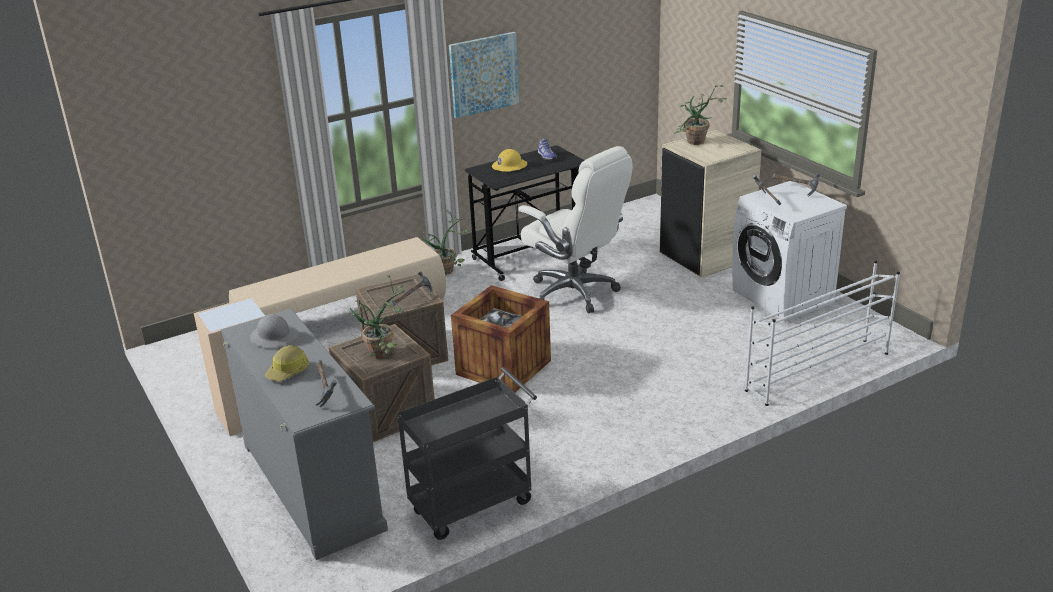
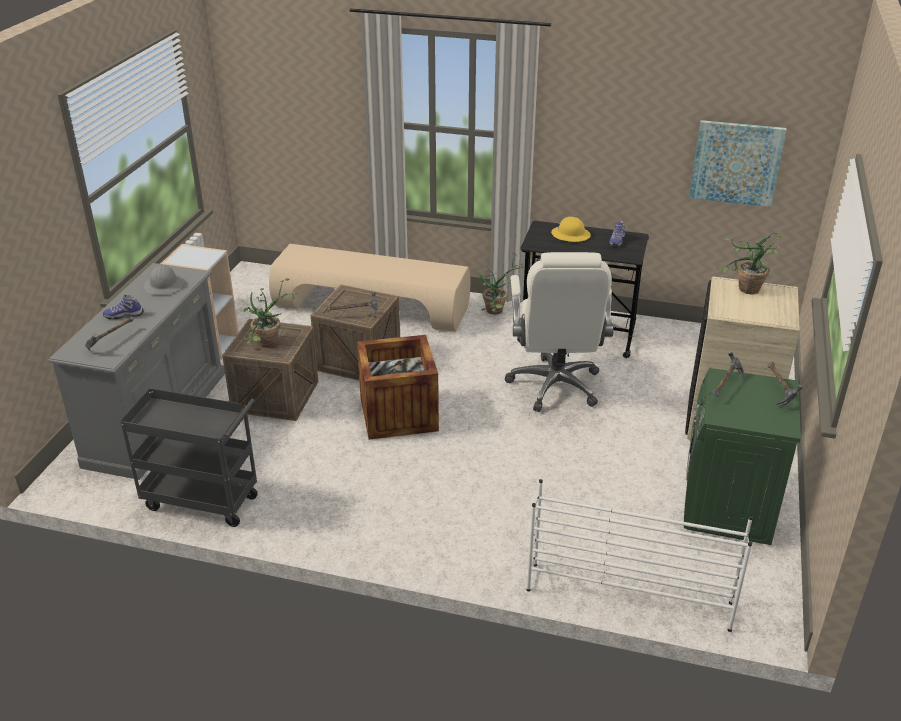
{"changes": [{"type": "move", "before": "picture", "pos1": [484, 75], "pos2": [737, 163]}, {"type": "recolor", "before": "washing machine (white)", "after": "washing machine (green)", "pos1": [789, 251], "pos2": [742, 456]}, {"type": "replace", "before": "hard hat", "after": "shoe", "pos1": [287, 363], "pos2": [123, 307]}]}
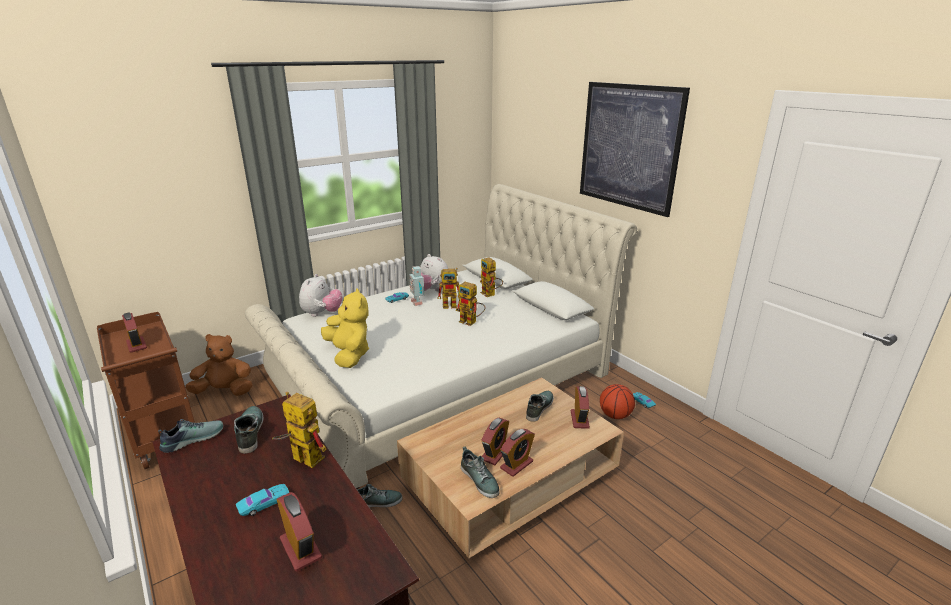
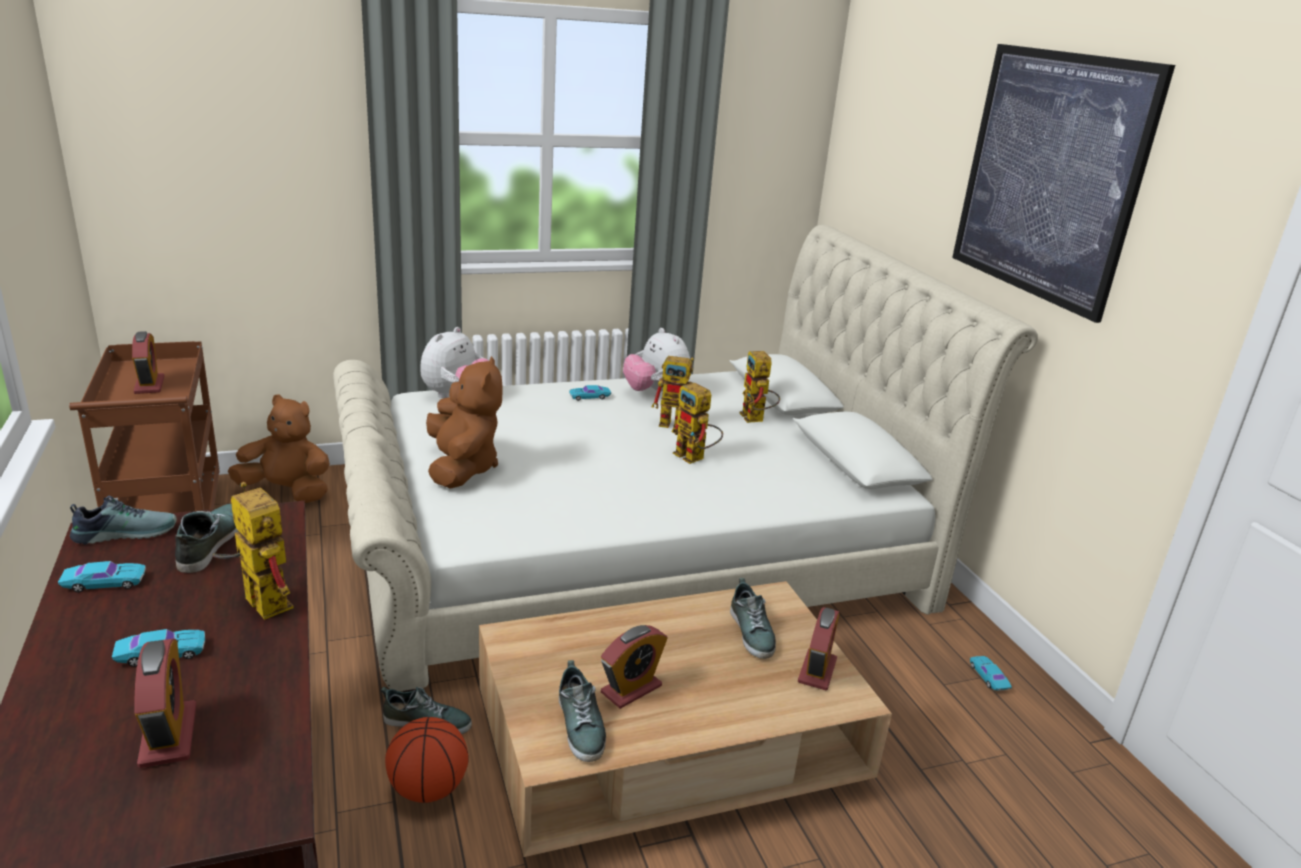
{"changes": [{"type": "delete", "before": "toy robot", "pos1": [417, 286]}, {"type": "recolor", "before": "plush toy (yellow)", "after": "plush toy (brown)", "pos1": [345, 328], "pos2": [464, 422]}, {"type": "move", "before": "basketball", "pos1": [617, 401], "pos2": [427, 760]}, {"type": "rotate", "before": "shoe", "pos1": [540, 406], "pos2": [753, 618], "turn": 120}, {"type": "delete", "before": "alarm clock", "pos1": [517, 453]}, {"type": "insert", "after": "toy car (turquoise)", "pos2": [102, 576]}]}
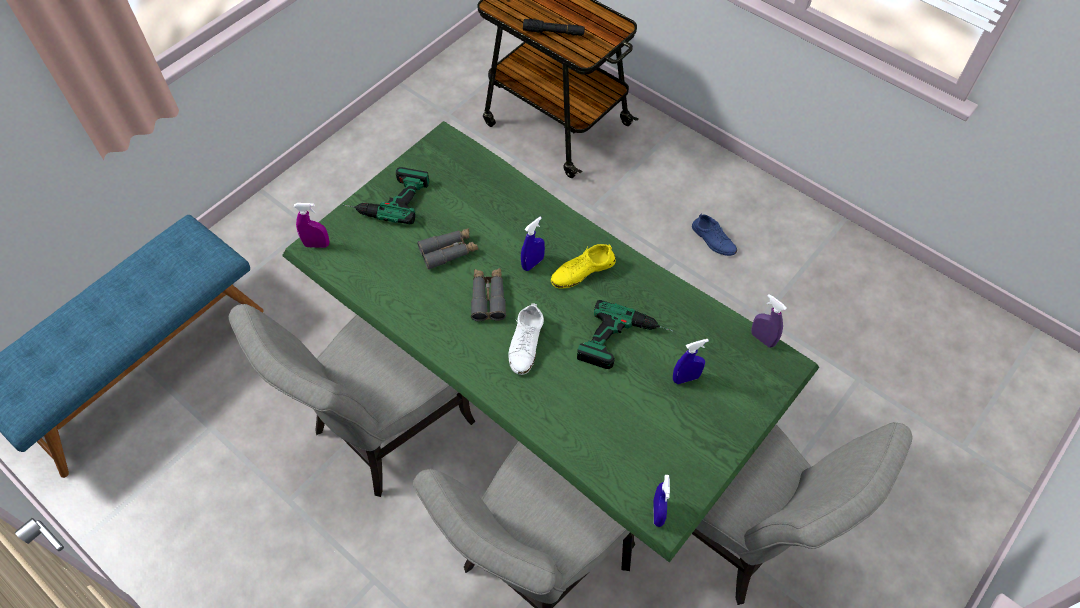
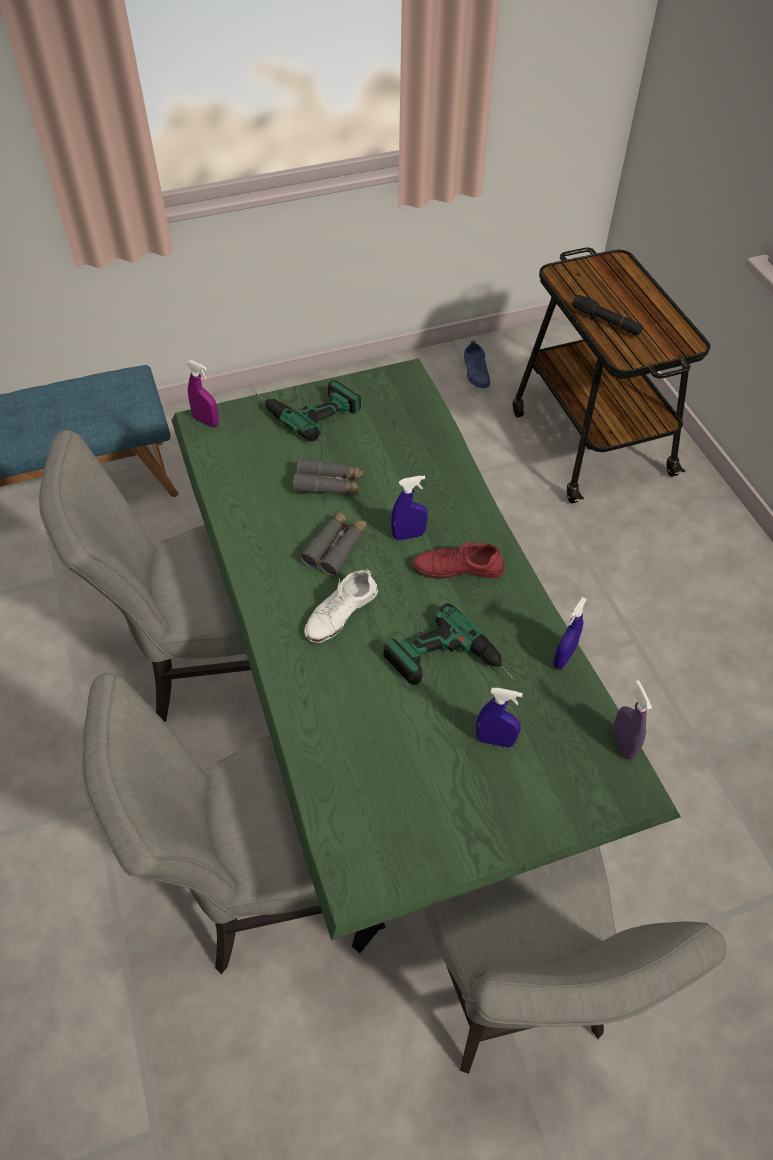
{"changes": [{"type": "move", "before": "shoe (blue)", "pos1": [714, 234], "pos2": [477, 364]}, {"type": "recolor", "before": "shoe (yellow)", "after": "shoe (red)", "pos1": [583, 266], "pos2": [458, 559]}, {"type": "move", "before": "spray bottle (blue)", "pos1": [661, 501], "pos2": [570, 633]}]}
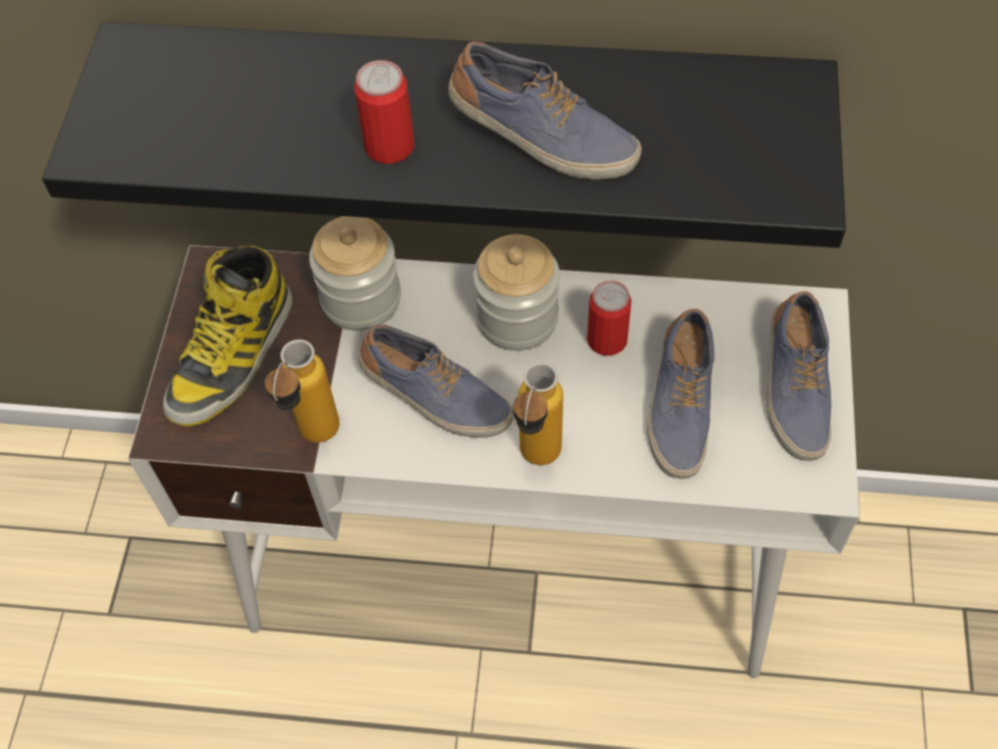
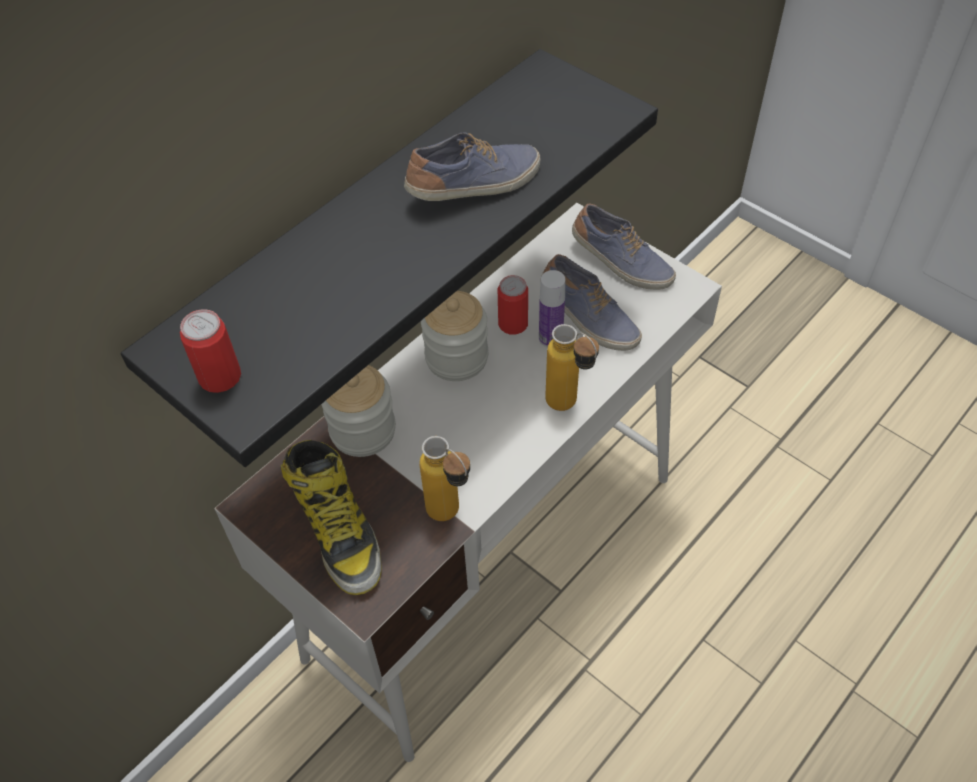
{"changes": [{"type": "move", "before": "can", "pos1": [384, 112], "pos2": [210, 351]}, {"type": "delete", "before": "shoe", "pos1": [436, 381]}, {"type": "insert", "after": "bottle", "pos2": [552, 308]}]}
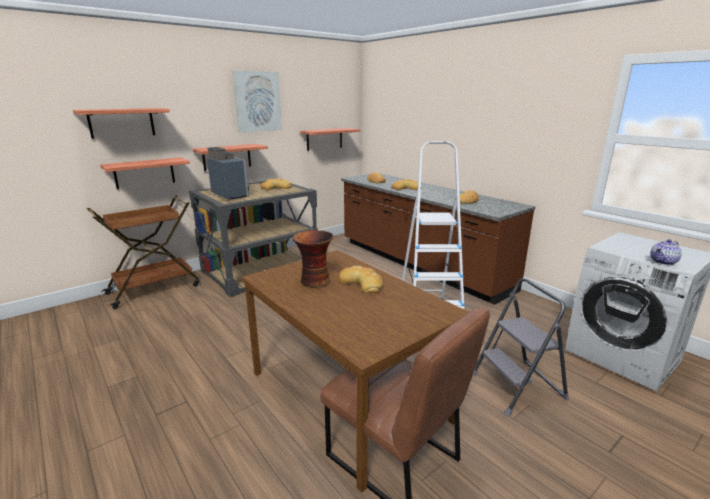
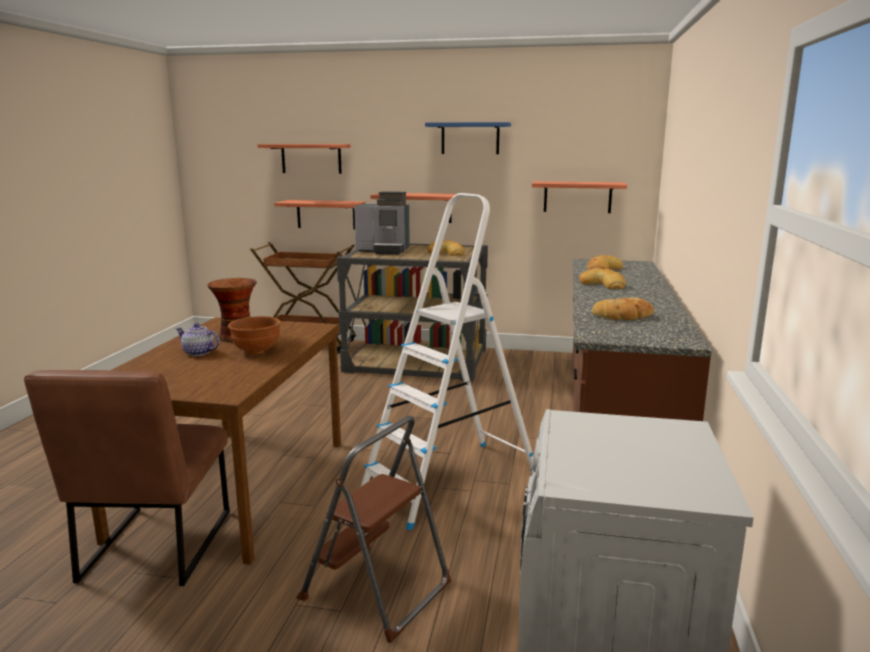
{"changes": [{"type": "replace", "before": "picture", "after": "shelf (blue)", "pos1": [257, 101], "pos2": [468, 138]}, {"type": "rotate", "before": "coffee machine", "pos1": [228, 173], "pos2": [382, 223], "turn": 90}, {"type": "move", "before": "teapot", "pos1": [666, 252], "pos2": [197, 339]}, {"type": "replace", "before": "bread", "after": "bowl (brown)", "pos1": [361, 279], "pos2": [254, 335]}, {"type": "recolor", "before": "step ladder (grey)", "after": "step ladder (brown)", "pos1": [520, 347], "pos2": [373, 529]}]}
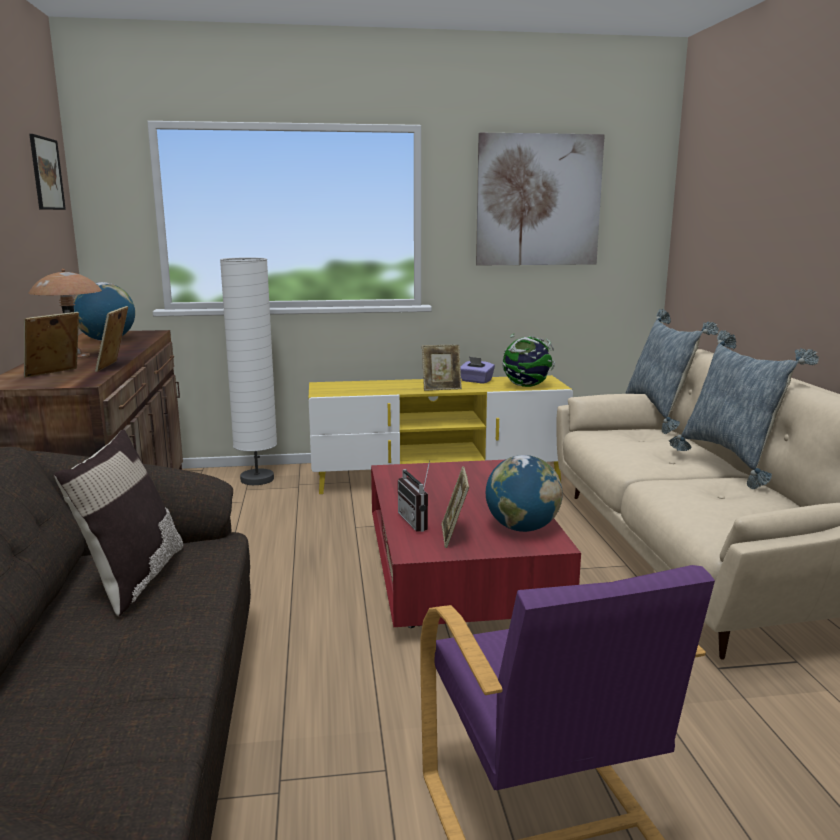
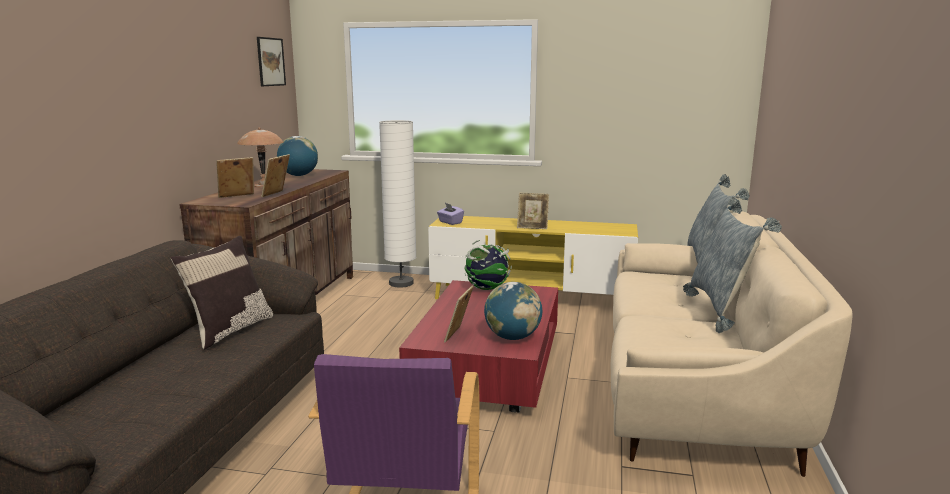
{"changes": [{"type": "delete", "before": "picture", "pos1": [540, 199]}, {"type": "move", "before": "globe", "pos1": [528, 360], "pos2": [488, 265]}, {"type": "move", "before": "tissue box (purple)", "pos1": [477, 370], "pos2": [450, 214]}, {"type": "delete", "before": "radio", "pos1": [414, 496]}]}
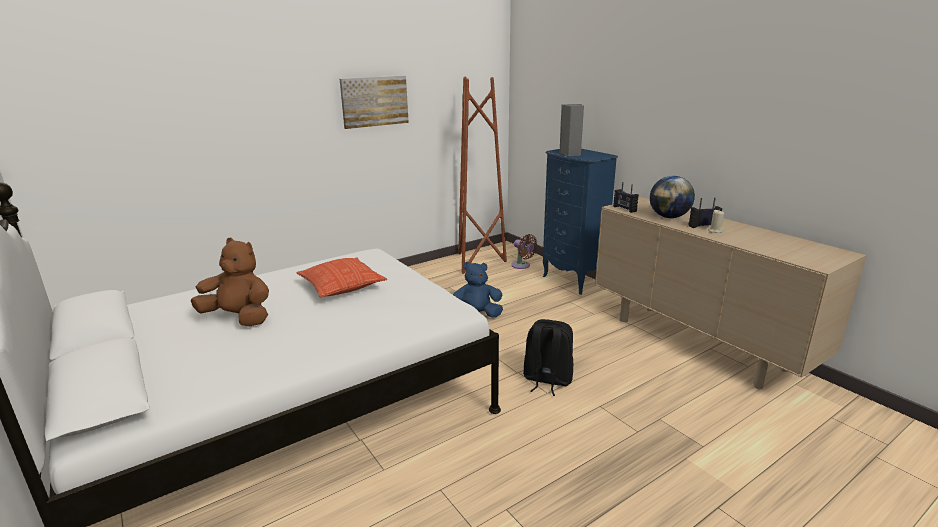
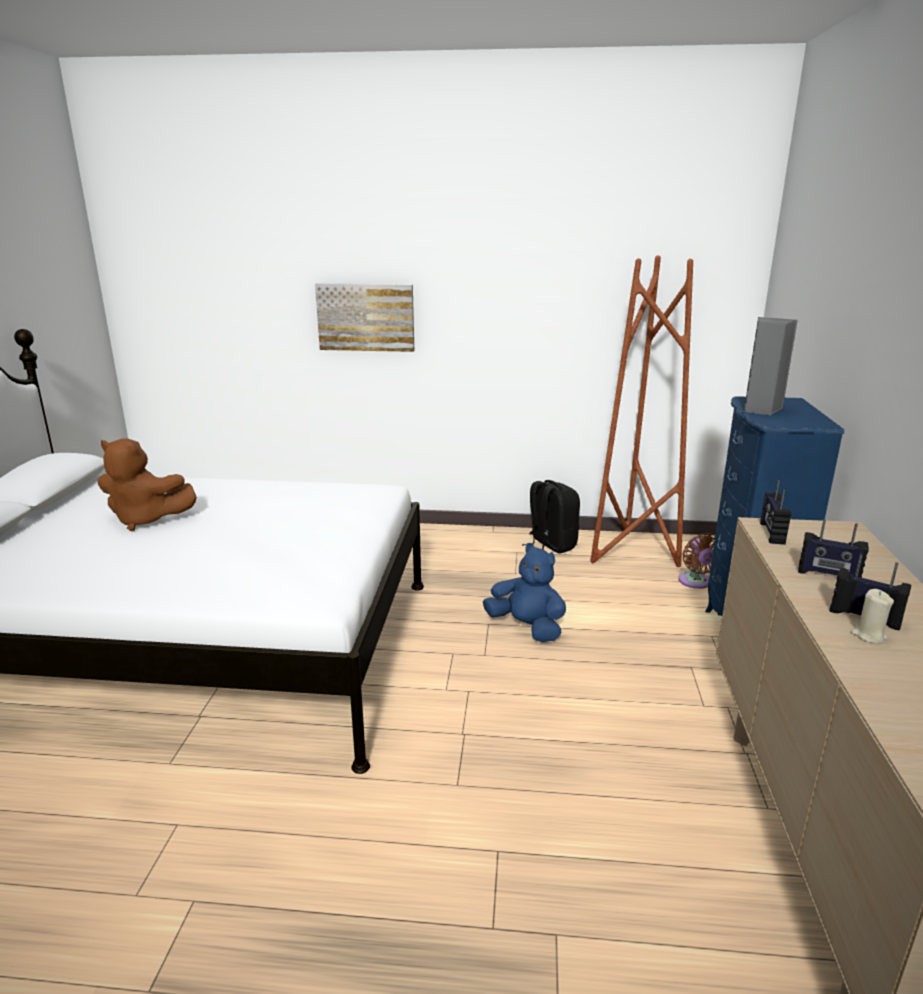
{"changes": [{"type": "move", "before": "picture", "pos1": [374, 102], "pos2": [364, 317]}, {"type": "replace", "before": "globe", "after": "radio", "pos1": [672, 197], "pos2": [833, 548]}, {"type": "rotate", "before": "plush toy (brown)", "pos1": [230, 282], "pos2": [147, 484], "turn": 135}, {"type": "delete", "before": "pillow (orange)", "pos1": [341, 277]}, {"type": "move", "before": "backpack (black)", "pos1": [548, 357], "pos2": [551, 517]}]}
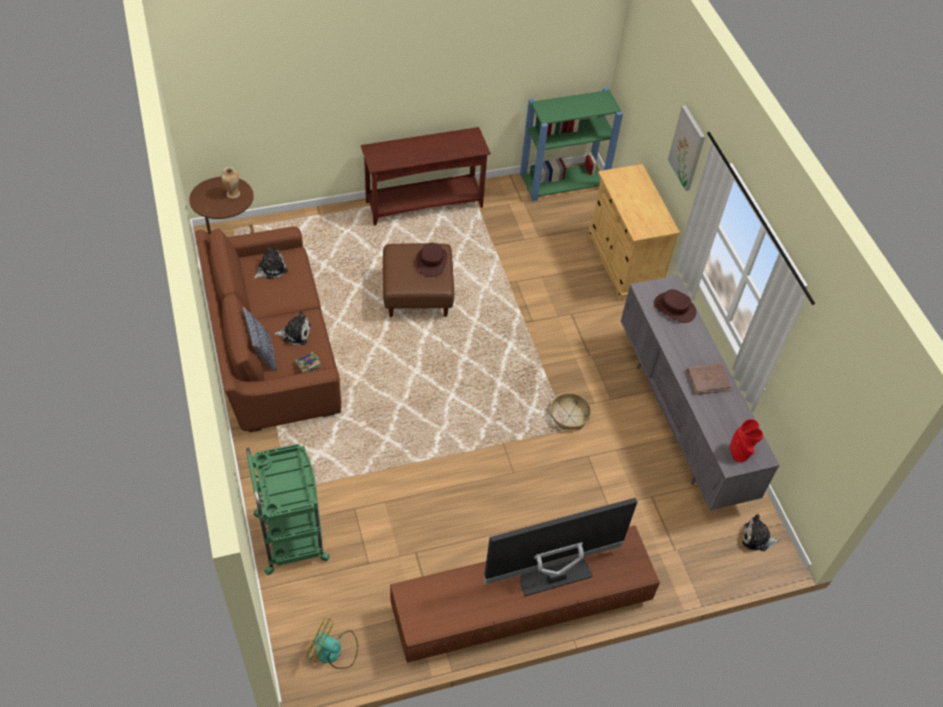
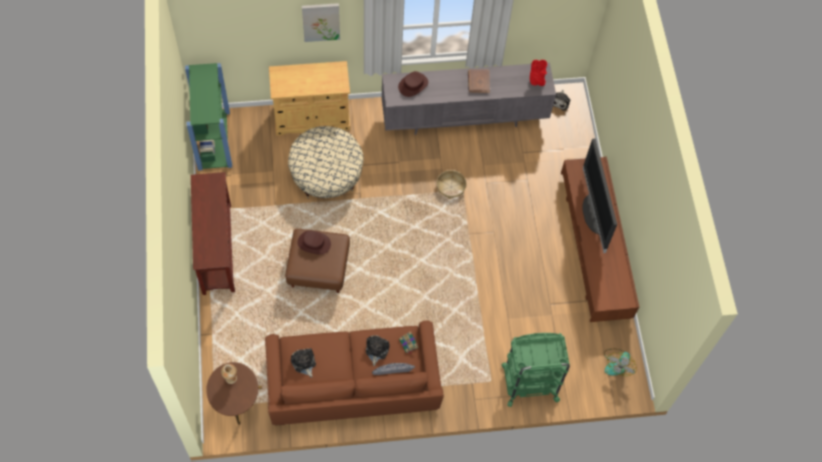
{"changes": [{"type": "insert", "after": "ottoman (beige)", "pos2": [326, 162]}]}
